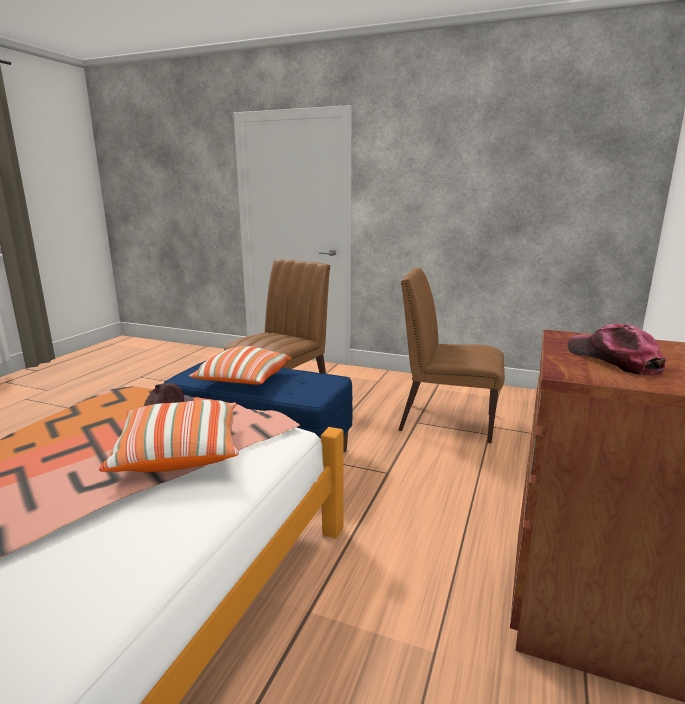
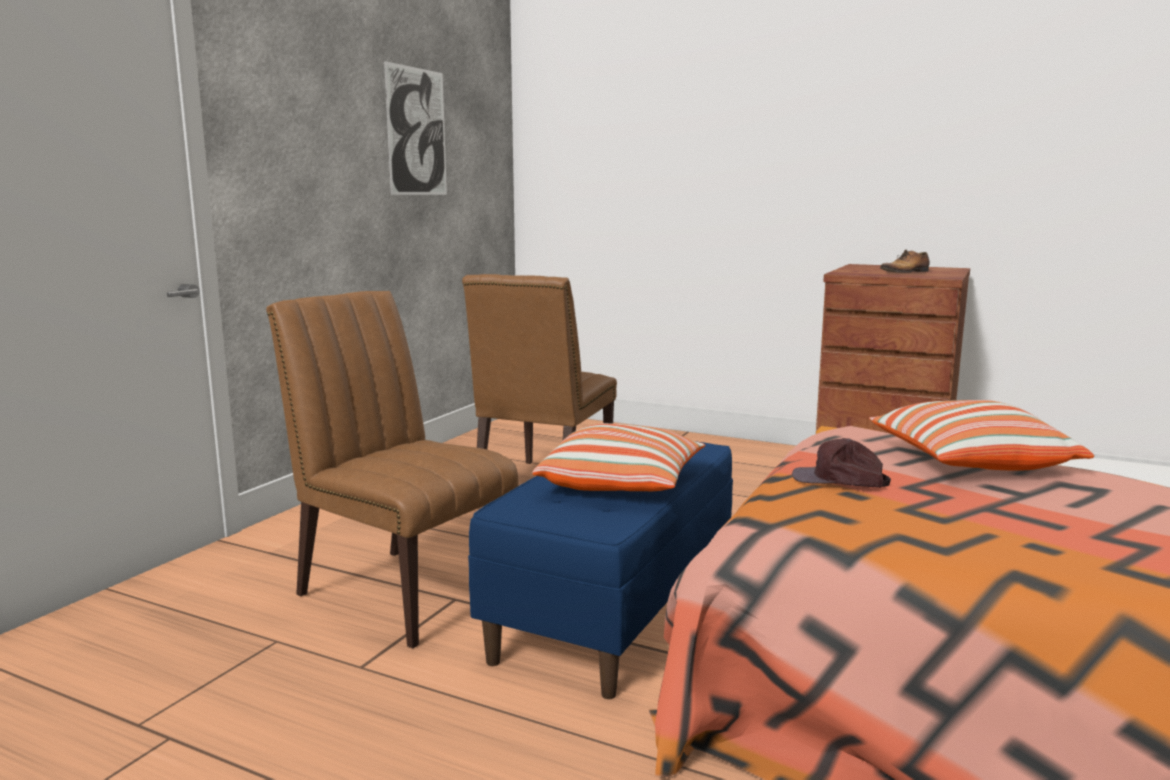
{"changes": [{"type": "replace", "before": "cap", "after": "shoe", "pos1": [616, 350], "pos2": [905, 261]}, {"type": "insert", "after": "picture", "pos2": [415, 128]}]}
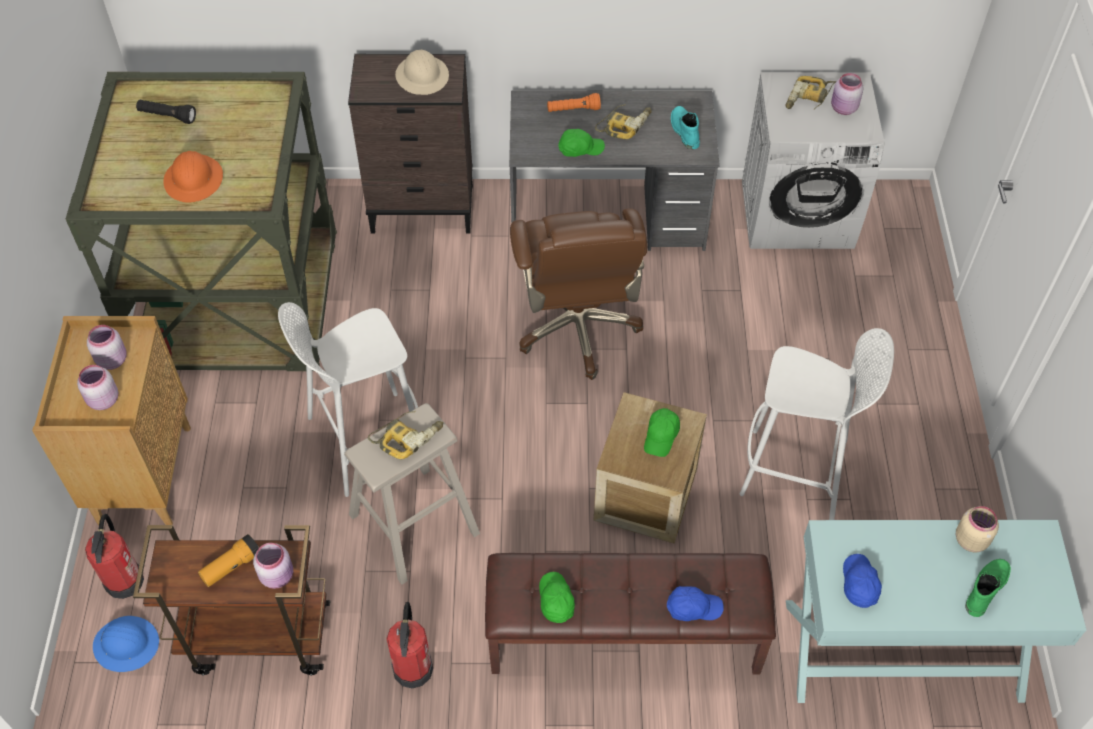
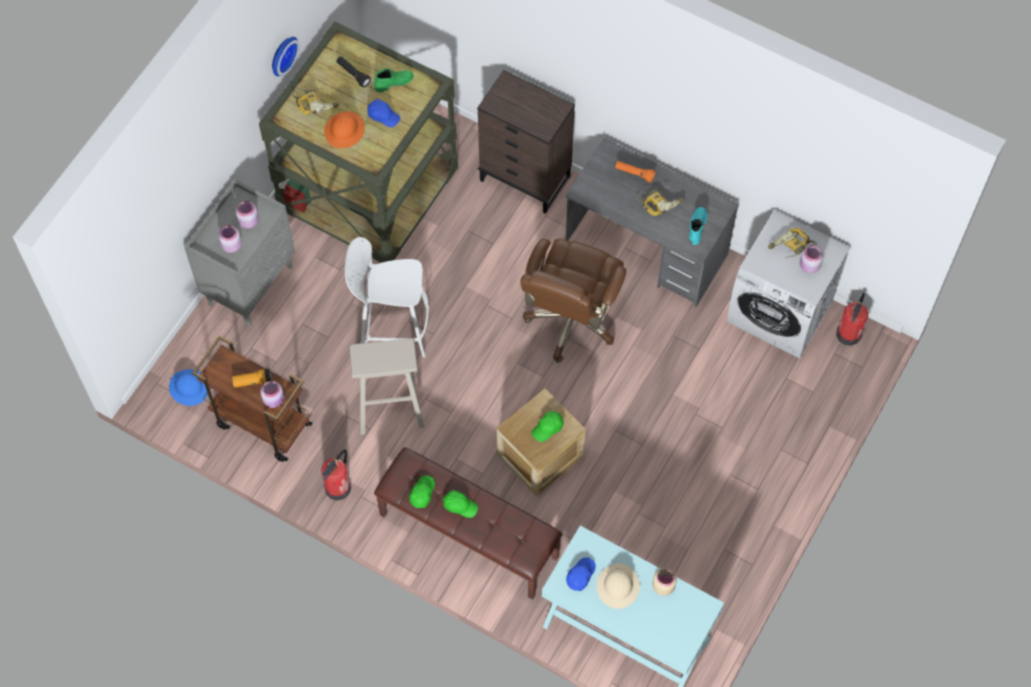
{"changes": [{"type": "move", "before": "hard hat (beige)", "pos1": [422, 72], "pos2": [618, 586]}, {"type": "move", "before": "cap (green)", "pos1": [581, 143], "pos2": [460, 504]}, {"type": "recolor", "before": "cabinet (brown)", "after": "cabinet (grey)", "pos1": [111, 420], "pos2": [239, 253]}, {"type": "delete", "before": "stool (white)", "pos1": [817, 424]}, {"type": "move", "before": "power drill", "pos1": [405, 435], "pos2": [315, 101]}, {"type": "move", "before": "fire extinguisher", "pos1": [114, 556], "pos2": [852, 319]}, {"type": "move", "before": "boot (green)", "pos1": [988, 588], "pos2": [394, 80]}, {"type": "move", "before": "cap (blue)", "pos1": [695, 603], "pos2": [383, 113]}, {"type": "insert", "after": "wall clock", "pos2": [286, 56]}]}
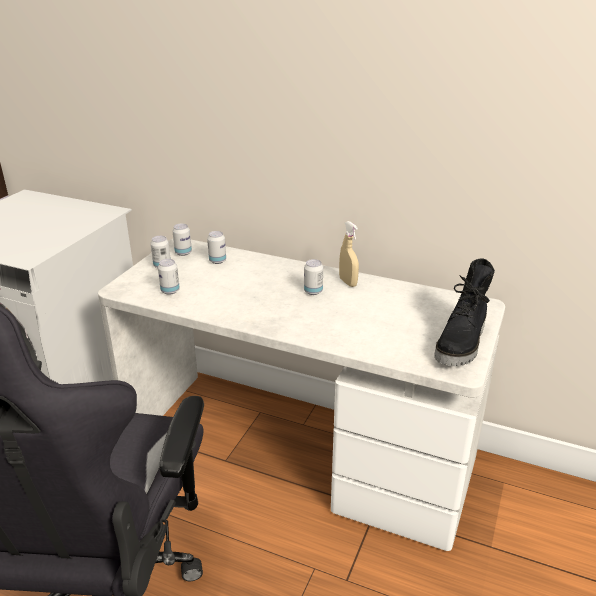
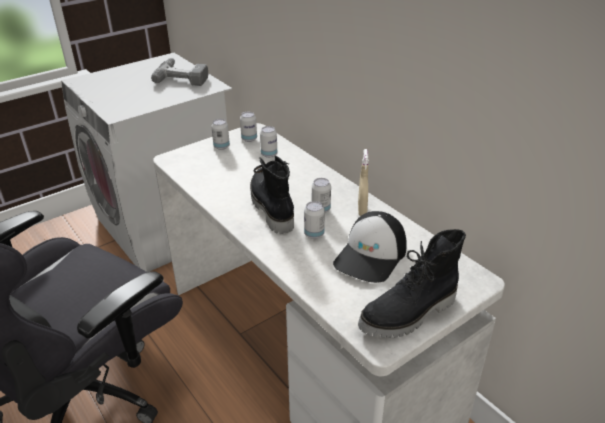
{"changes": [{"type": "move", "before": "can", "pos1": [169, 277], "pos2": [314, 220]}, {"type": "insert", "after": "power drill", "pos2": [180, 72]}, {"type": "insert", "after": "boot (black)", "pos2": [272, 194]}, {"type": "insert", "after": "cap", "pos2": [370, 247]}]}
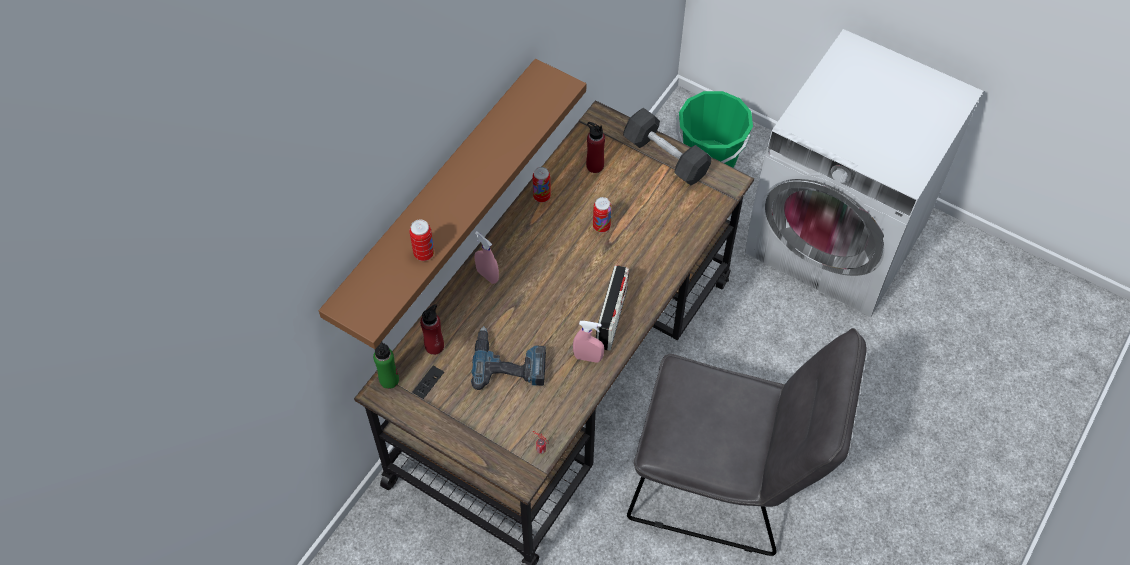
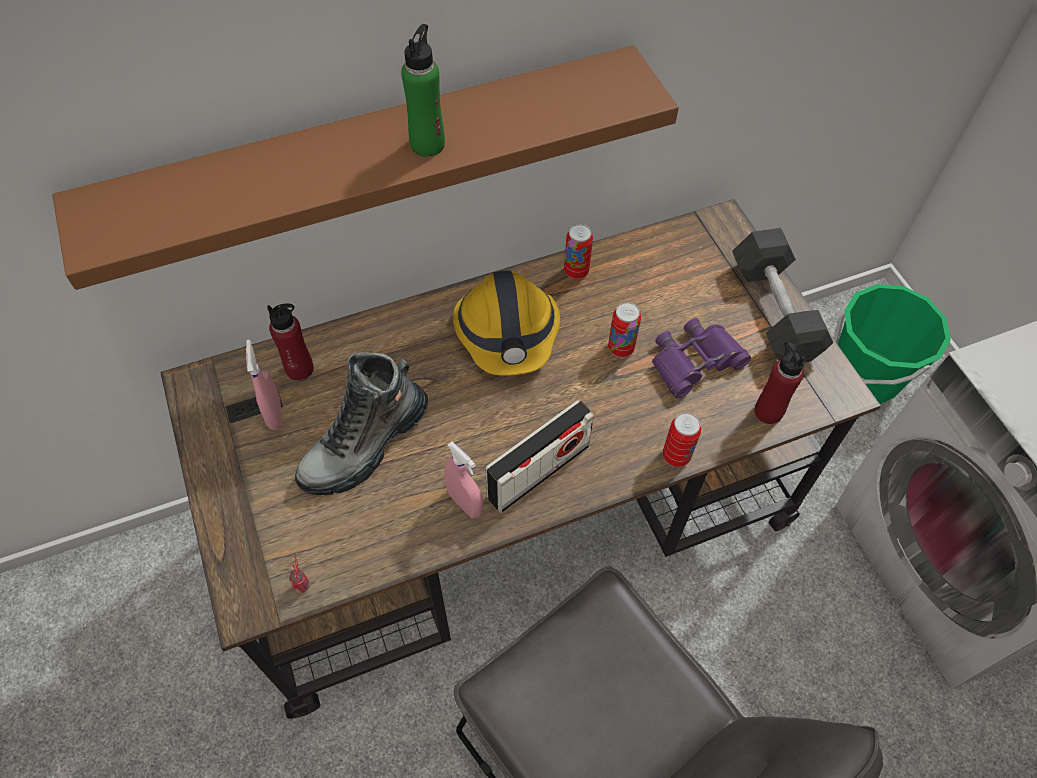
{"changes": [{"type": "move", "before": "bottle (red)", "pos1": [595, 147], "pos2": [780, 382]}, {"type": "move", "before": "can", "pos1": [421, 240], "pos2": [682, 439]}, {"type": "move", "before": "spray bottle (pink)", "pos1": [487, 257], "pos2": [264, 385]}, {"type": "replace", "before": "power drill", "after": "boot", "pos1": [508, 358], "pos2": [361, 424]}, {"type": "move", "before": "bottle (green)", "pos1": [386, 365], "pos2": [423, 90]}, {"type": "insert", "after": "hard hat", "pos2": [506, 323]}, {"type": "insert", "after": "binoculars (purple)", "pos2": [701, 358]}]}
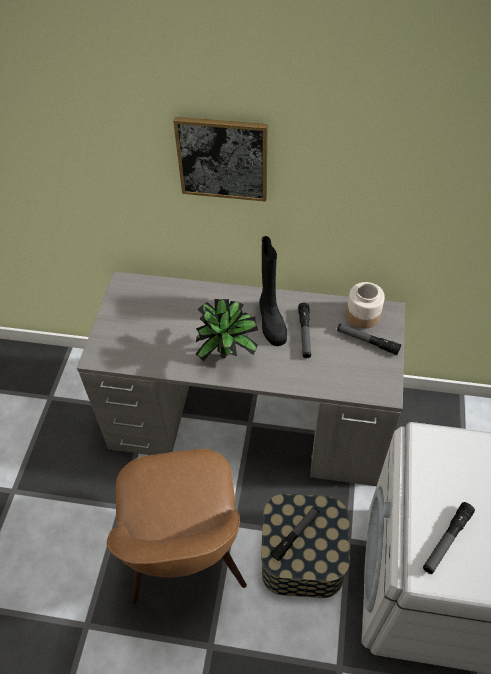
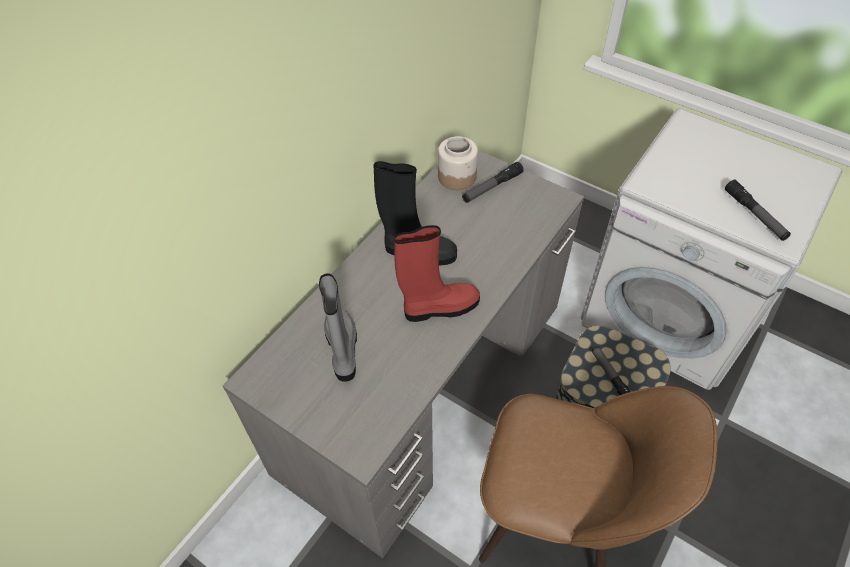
{"changes": [{"type": "delete", "before": "picture", "pos1": [220, 159]}, {"type": "replace", "before": "potted plant", "after": "boot (red)", "pos1": [227, 330], "pos2": [437, 273]}, {"type": "delete", "before": "flashlight", "pos1": [304, 330]}, {"type": "insert", "after": "boot (grey)", "pos2": [338, 327]}]}
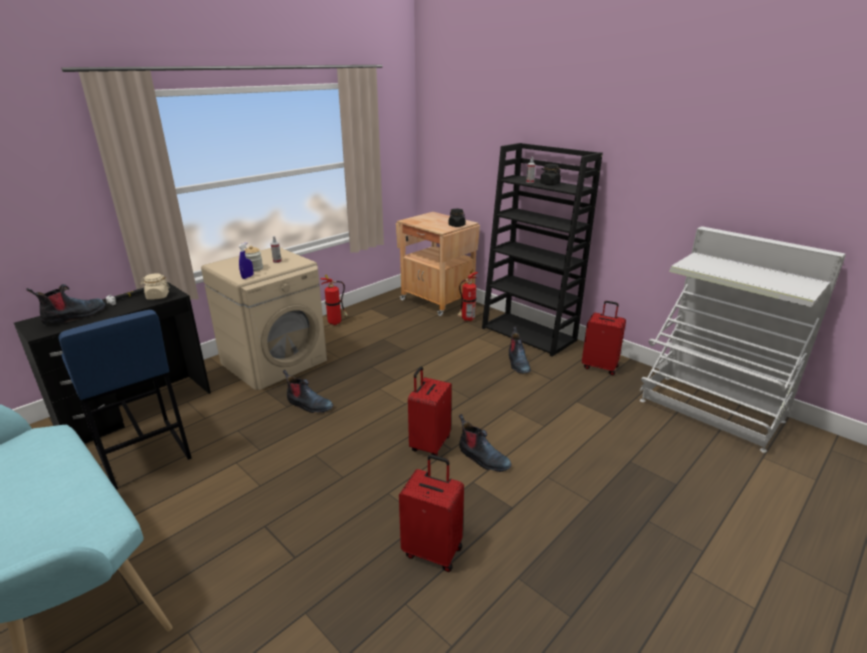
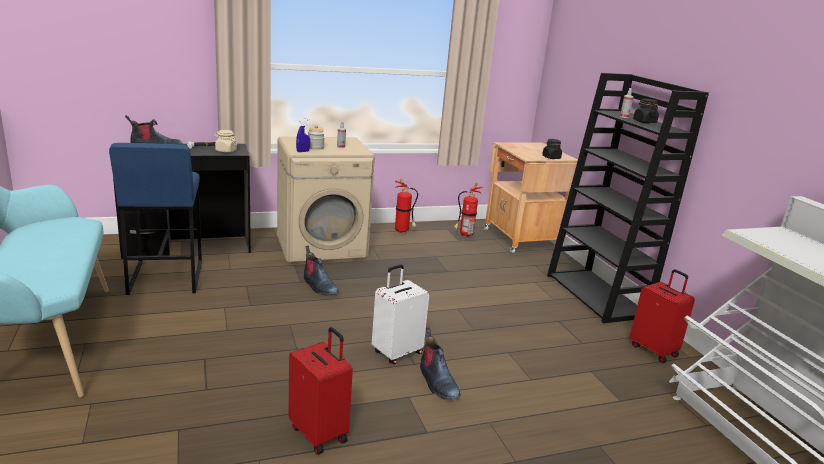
{"changes": [{"type": "move", "before": "fire extinguisher", "pos1": [468, 295], "pos2": [468, 210]}, {"type": "delete", "before": "boot", "pos1": [520, 350]}, {"type": "recolor", "before": "suitcase (red)", "after": "suitcase (white)", "pos1": [430, 411], "pos2": [400, 314]}]}
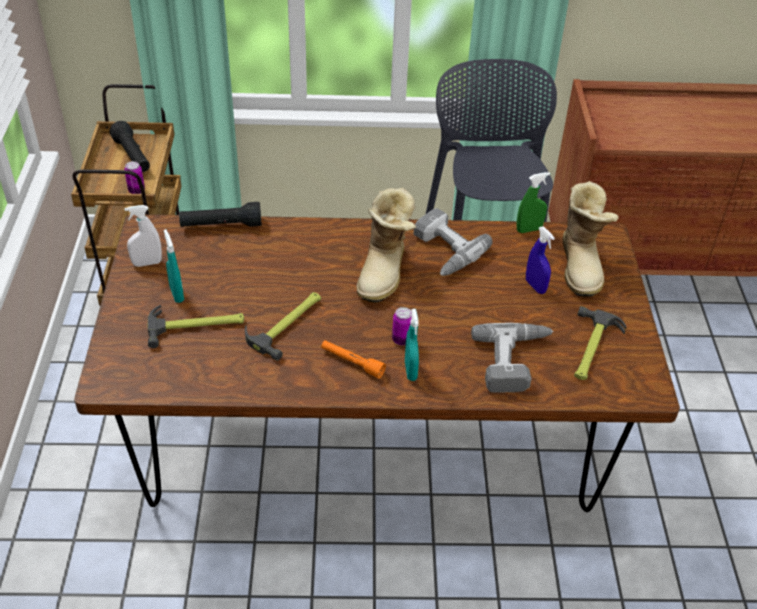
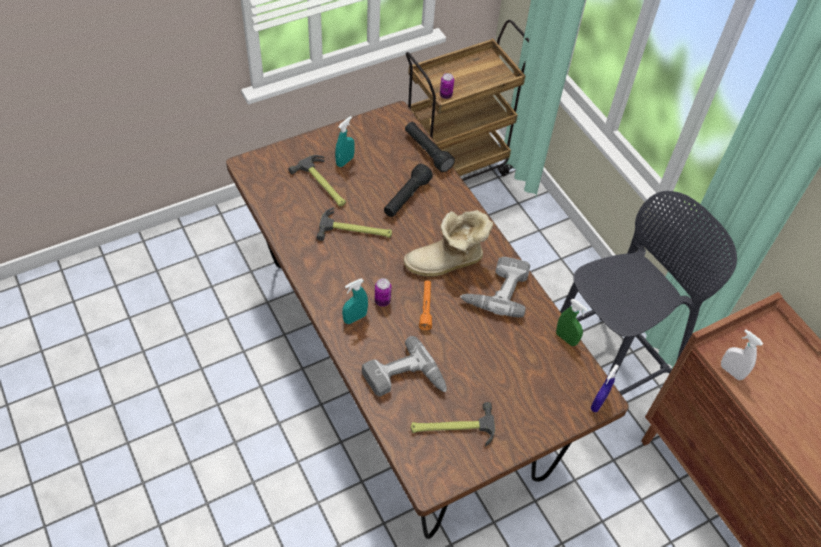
{"changes": [{"type": "move", "before": "flashlight (black)", "pos1": [130, 146], "pos2": [408, 190]}, {"type": "delete", "before": "boot", "pos1": [590, 239]}, {"type": "move", "before": "spray bottle (white)", "pos1": [143, 236], "pos2": [742, 354]}, {"type": "move", "before": "spray bottle (blue)", "pos1": [540, 260], "pos2": [605, 388]}, {"type": "move", "before": "flashlight (orange)", "pos1": [353, 359], "pos2": [425, 305]}]}
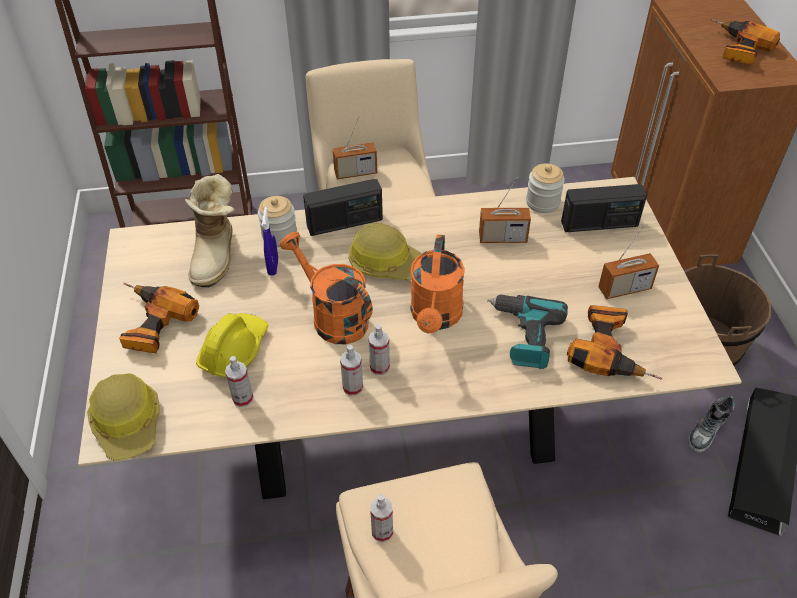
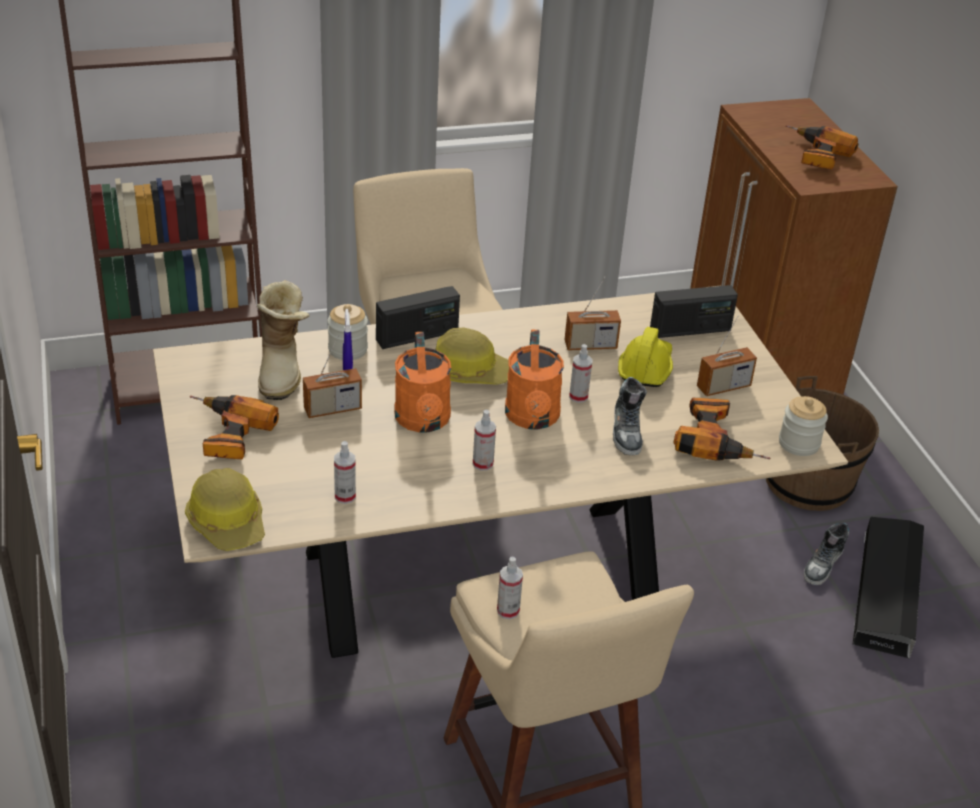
{"changes": [{"type": "move", "before": "radio", "pos1": [354, 147], "pos2": [332, 376]}, {"type": "move", "before": "jar", "pos1": [545, 188], "pos2": [803, 426]}, {"type": "rotate", "before": "watering can (orange)", "pos1": [326, 288], "pos2": [422, 382], "turn": -135}, {"type": "replace", "before": "power drill", "after": "shoe", "pos1": [527, 331], "pos2": [630, 416]}, {"type": "move", "before": "hard hat (yellow)", "pos1": [232, 345], "pos2": [645, 357]}, {"type": "move", "before": "spray bottle", "pos1": [351, 370], "pos2": [581, 373]}]}
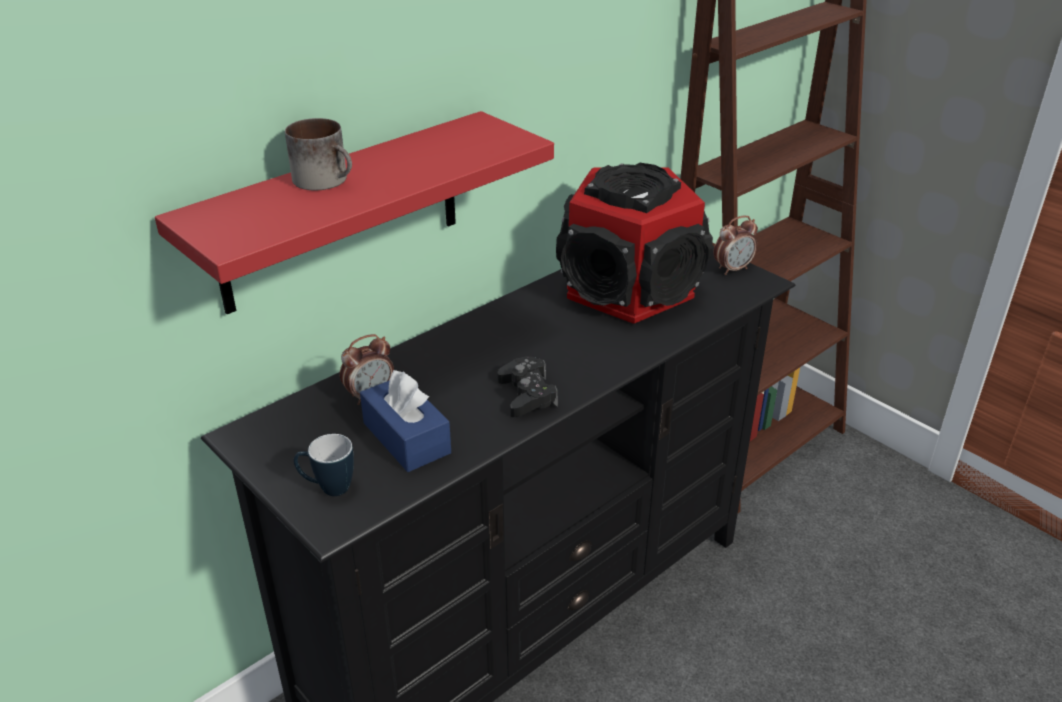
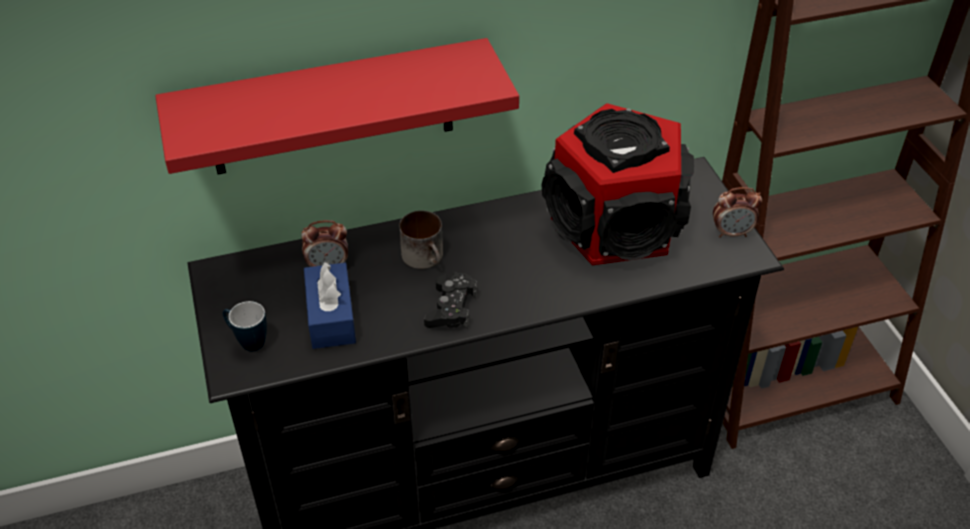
{"changes": [{"type": "move", "before": "mug", "pos1": [318, 154], "pos2": [421, 240]}]}
